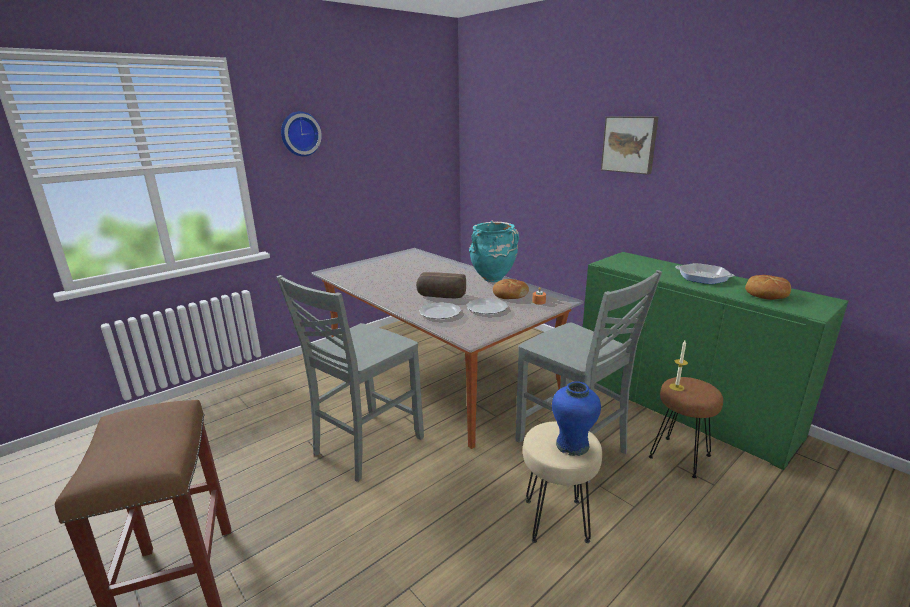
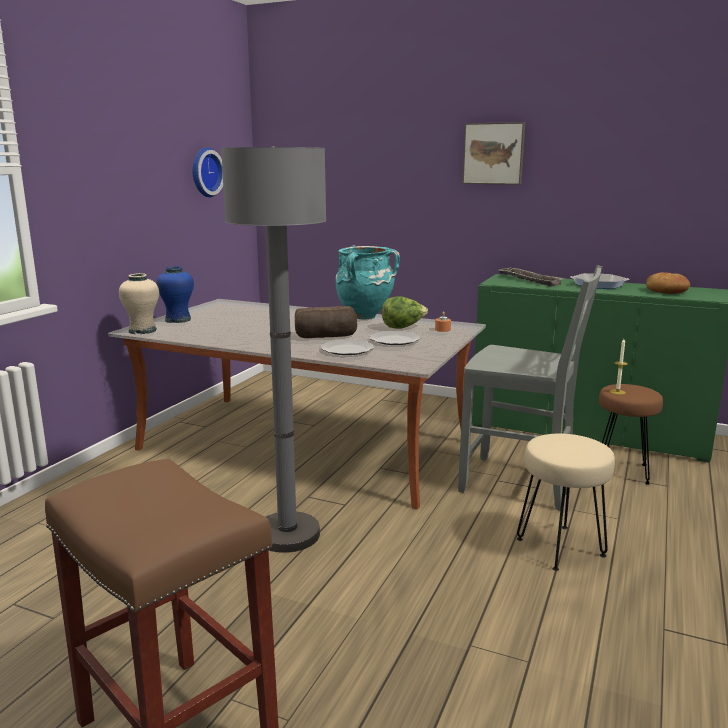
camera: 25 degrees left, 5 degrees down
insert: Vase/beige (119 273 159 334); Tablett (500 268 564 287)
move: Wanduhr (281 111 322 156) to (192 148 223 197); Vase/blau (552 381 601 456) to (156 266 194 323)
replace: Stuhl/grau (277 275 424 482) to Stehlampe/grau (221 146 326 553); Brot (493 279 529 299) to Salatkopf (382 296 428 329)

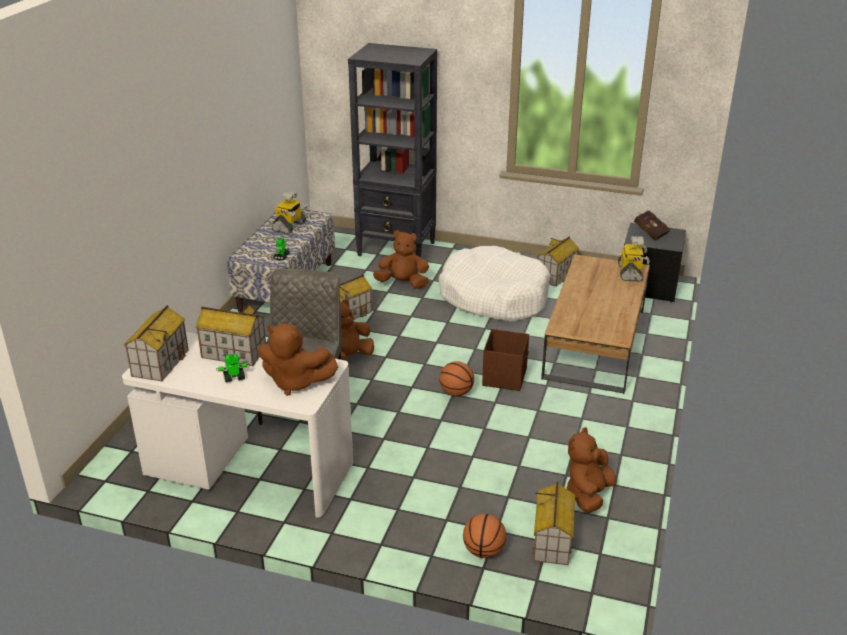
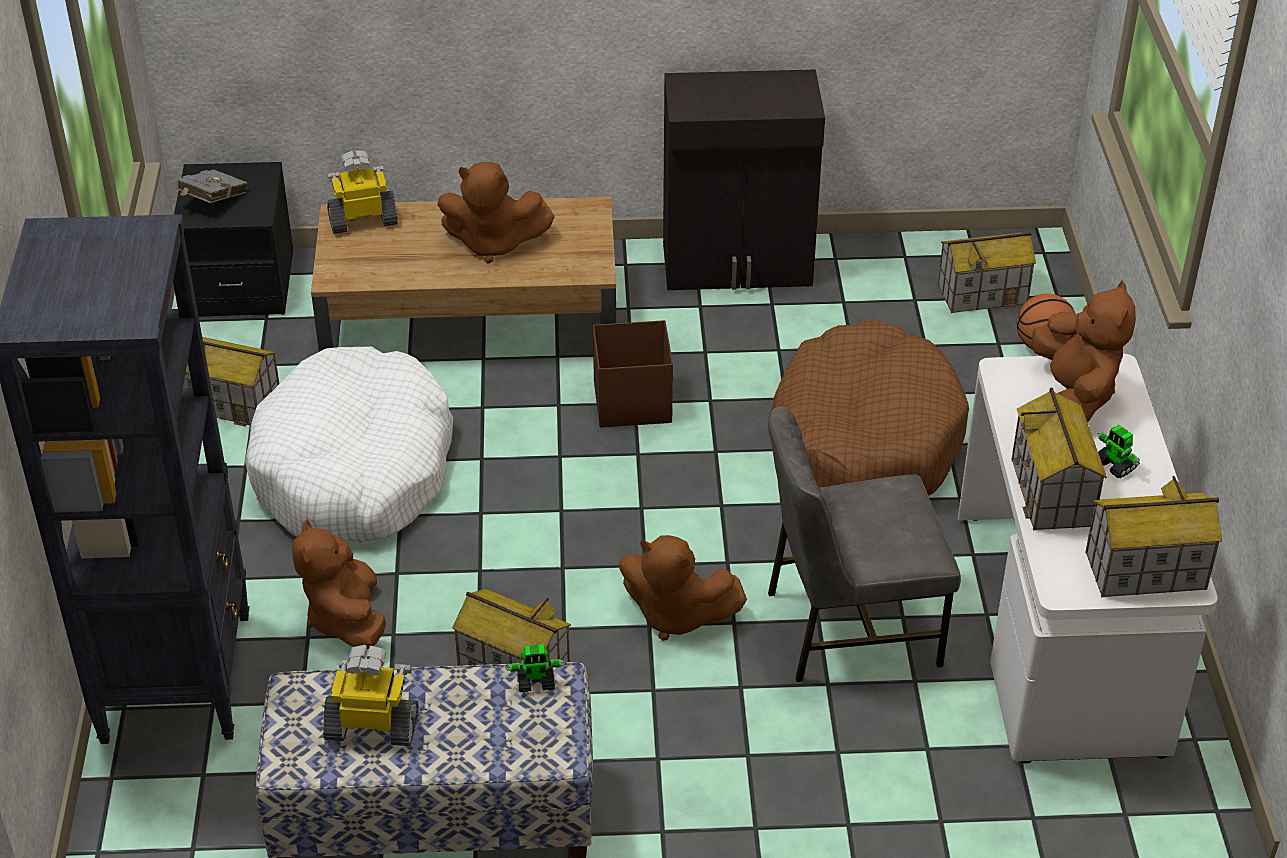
camera: 110 degrees left, 10 degrees up
delete: Basketball (439 361 474 396)
insert: Schrank/schwarz (663 69 825 290); Hundebett/braun (771 320 969 496)
move: Plüschtier/braun (566 427 616 513) to (437 162 555 263)
recolor: Buch/rot (634 210 670 241) to Buch/grau (176 170 248 203)

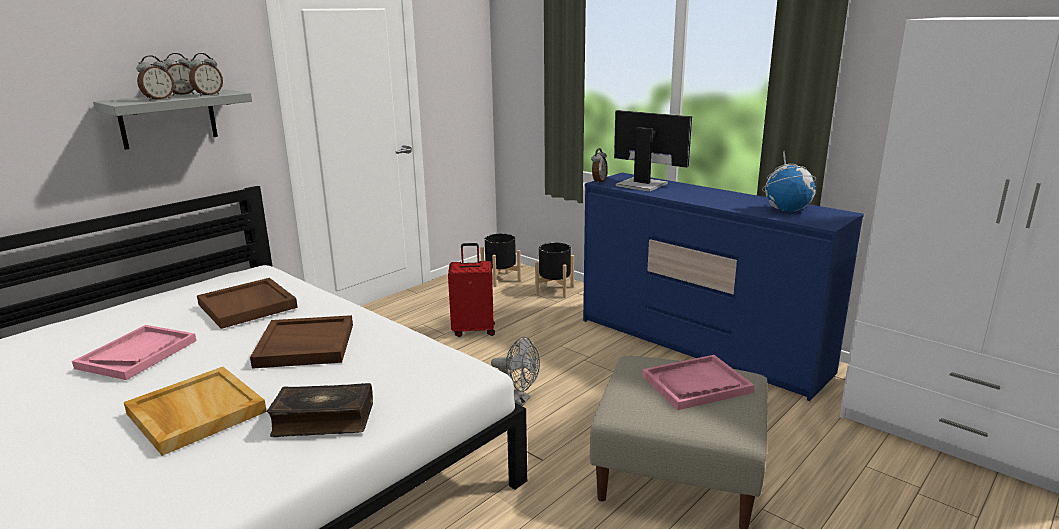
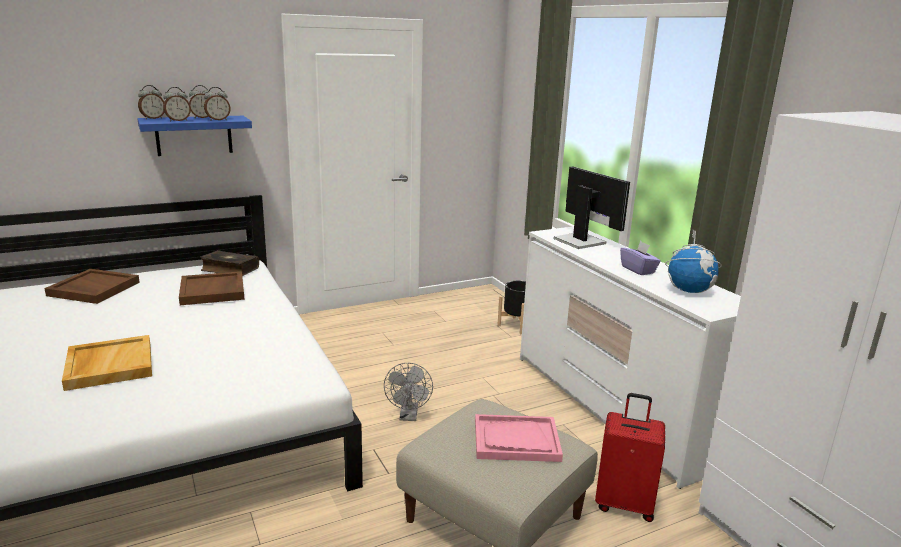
camera: 20 degrees right, 0 degrees up
delete: Tablett/rosa (72 325 197 380); Pflanzkübel/schwarz (480 234 521 287)
insert: Taschentuchbox/lila (620 241 661 275)
move: Tablett/braun (250 315 353 369) to (44 269 140 304); Buch (267 383 373 437) to (200 250 259 276); Koffer/rot (448 243 495 337) to (595 393 665 522); Wecker (591 148 608 184) to (138 85 164 119)
recolor: Wandregal/grau (93 89 252 150) to Wandregal/blau (137 116 252 156); Kommode/blau (583 173 864 401) to Kommode/weiß (520 226 741 489)
rotate: Ventilator/grau (491 337 540 406) = (384 363 433 421) 45 degrees clockwise

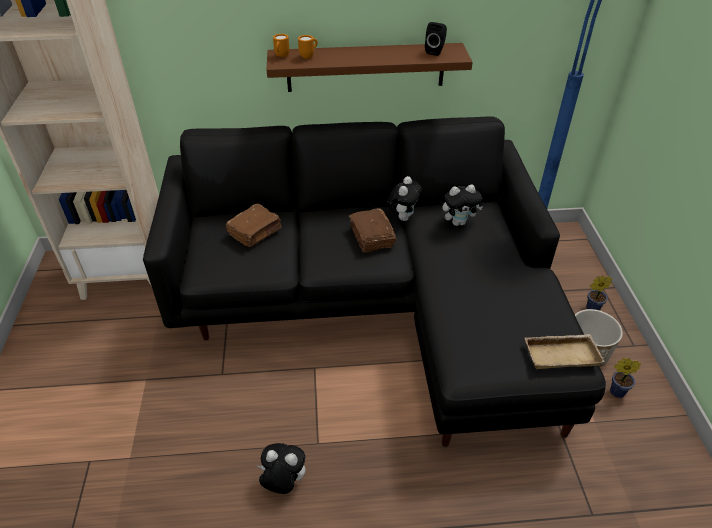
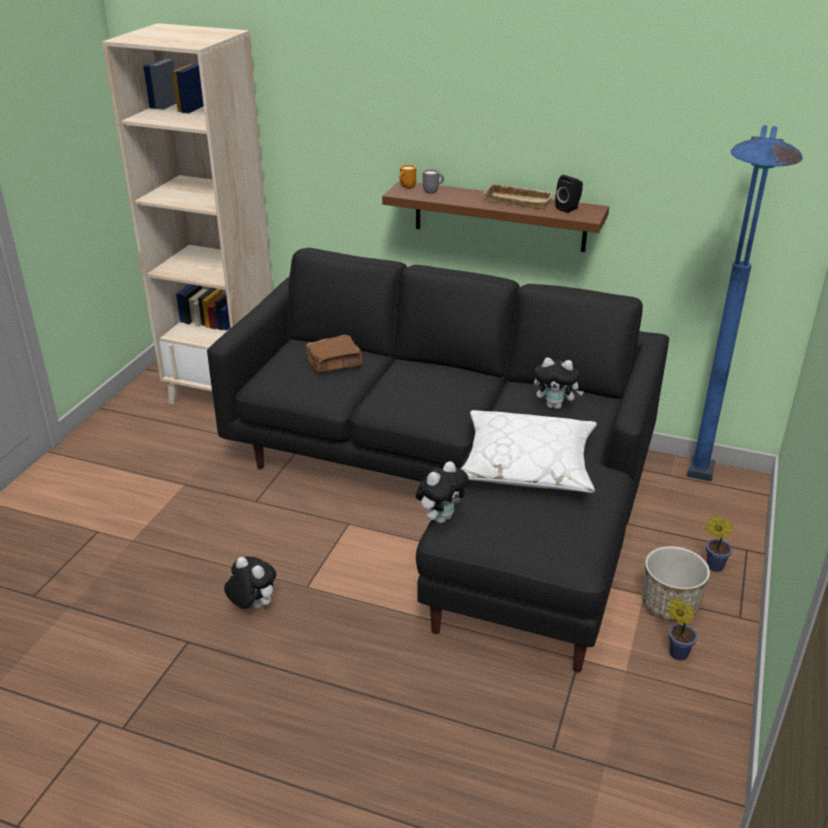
camera: 25 degrees right, 10 degrees down
delete: Buch/braun (349 208 396 253)
insert: Kissen/weiß (461 410 597 493)
move: Plüschtier (386 176 422 221) to (416 461 469 523); Tablett/beige (524 334 605 369) to (483 183 554 209)
recolor: Henkelbecher/orange (298 35 318 59) to Henkelbecher/grau (423 169 444 194)

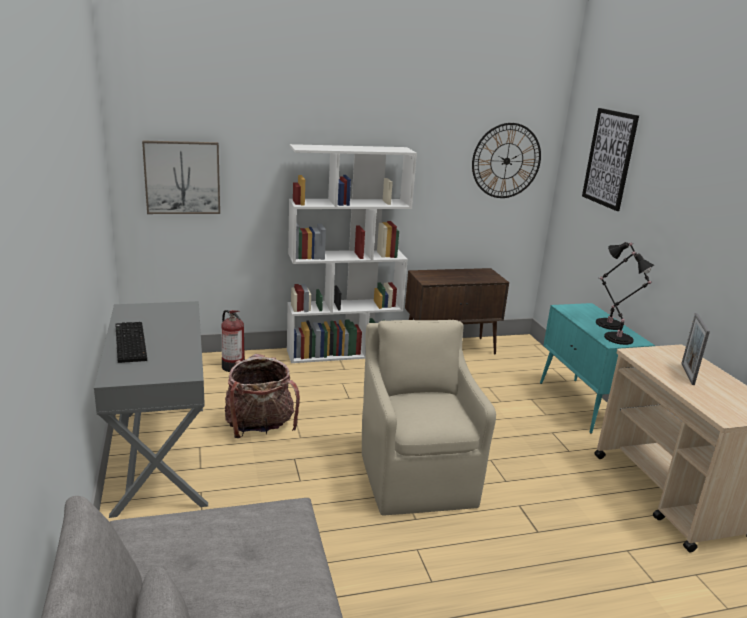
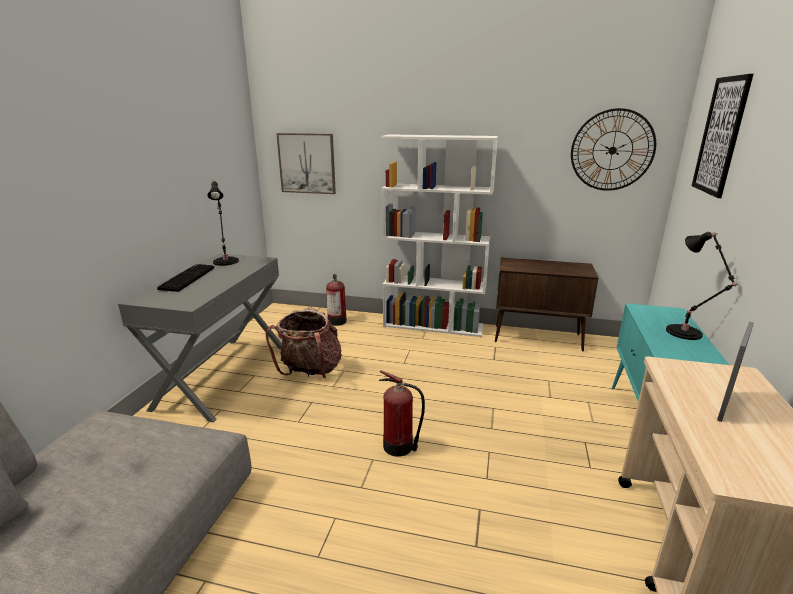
camera: 30 degrees right, 0 degrees up
move: Tischlampe/schwarz (600 252 654 345) to (207 180 239 266)
replace: Sessel/beige (362 320 496 516) to Feuerlöscher (379 370 425 457)

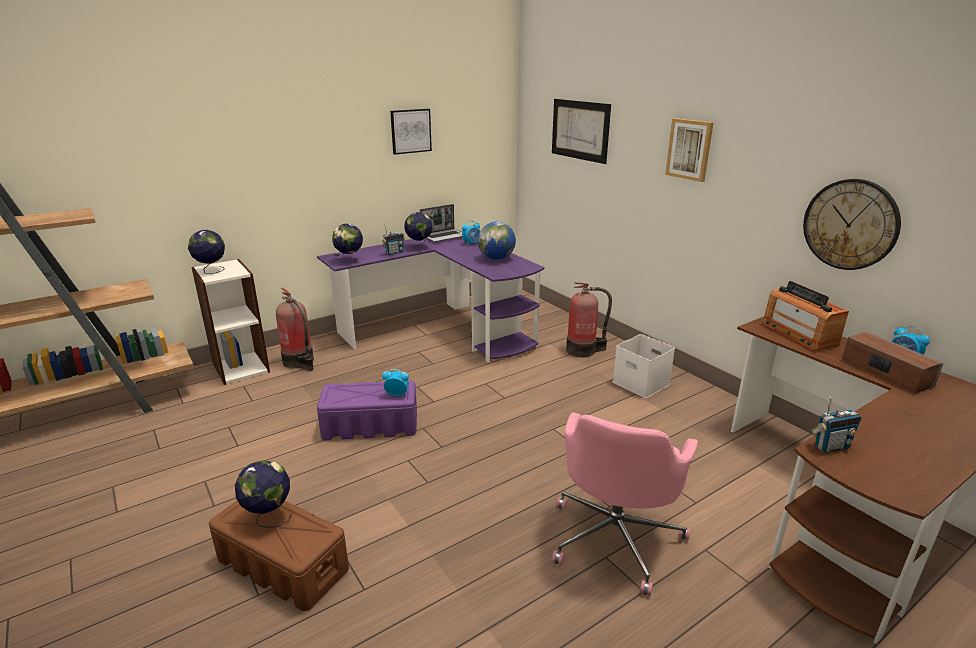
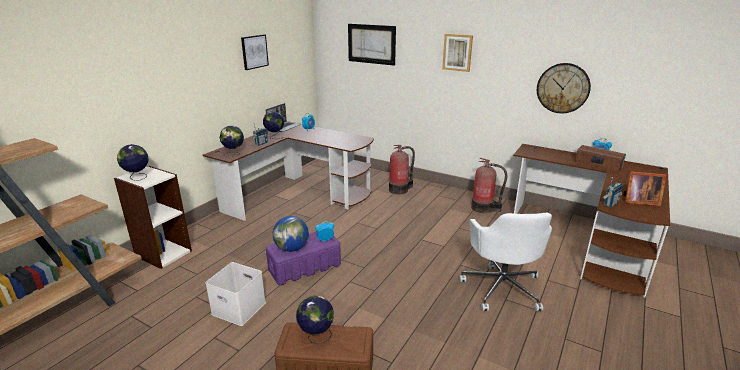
camera: 25 degrees left, 0 degrees up
delete: Radio (762 281 849 351)
insert: Bilderrahmen (623 171 666 206)
move: Feuerlöscher (276 288 314 371) to (471 158 507 213); Globus (478 222 516 260) to (273 216 309 252); Aufbewahrungsbox/weiß (613 334 675 398) to (205 262 266 326)
recolor: Schreibtisch/lila (317 230 545 363) to Schreibtisch/braun (203 124 374 221); Bürostuhl/rosa (552 413 698 596) to Bürostuhl/weiß (459 212 552 311)

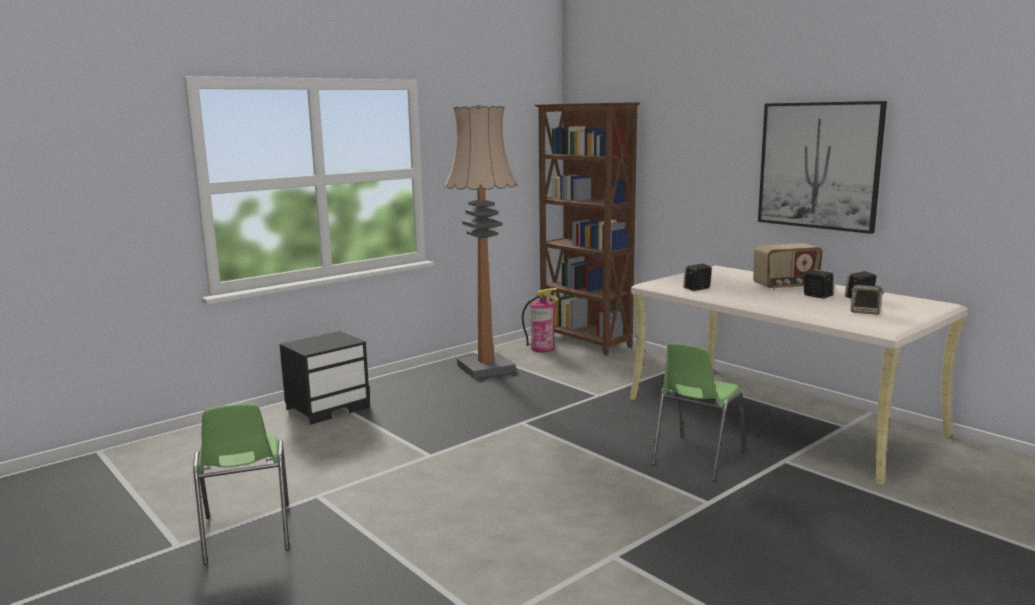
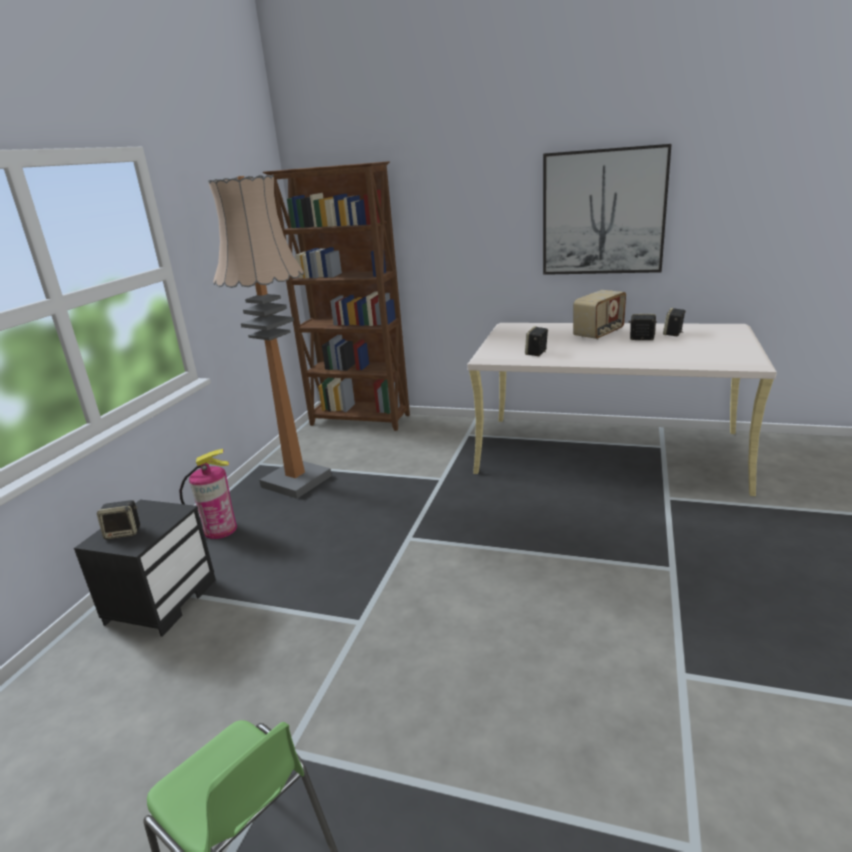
camera: 30 degrees left, 10 degrees up
delete: Stuhl/grün (651 343 745 481)
move: Feuerlöscher (522 288 559 353) to (179 449 237 539); Lautsprecher (851 284 884 315) to (97 500 140 539)

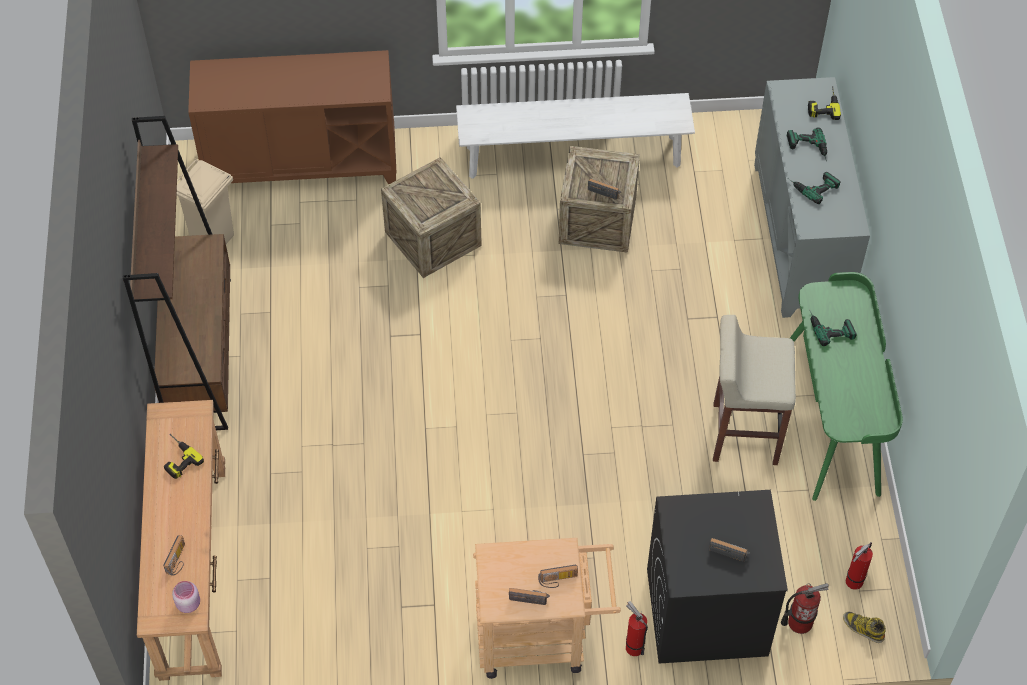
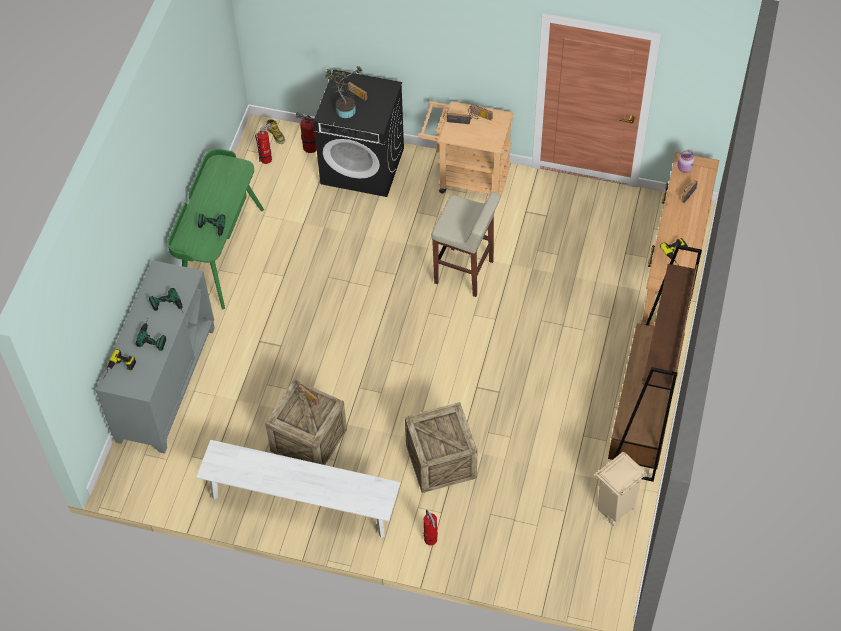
camera: 160 degrees left, 0 degrees up
delete: Schrank/braun (188 50 397 184)
insert: Topfpflanze (325 66 362 118)
move: Feuerlöscher (626 601 648 656) to (424 510 438 546); Hocker/beige (713 315 796 465) to (431 192 501 297)

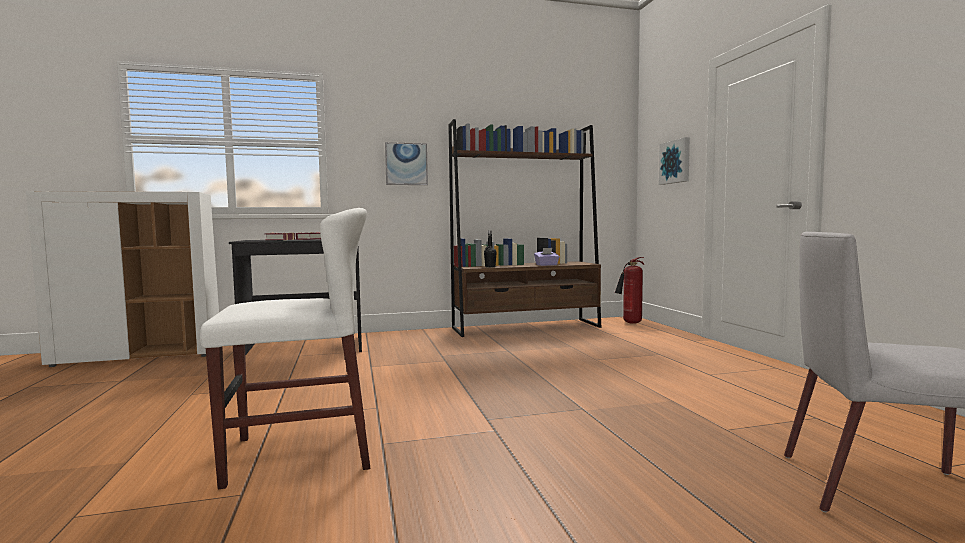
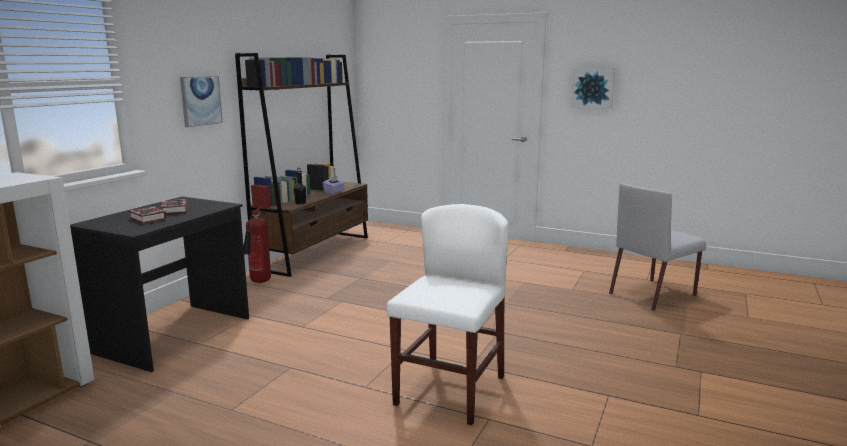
camera: 50 degrees left, 10 degrees up
move: Feuerlöscher (615 257 644 324) to (243 206 271 283); Bild (659 137 690 185) to (571 68 615 109)

